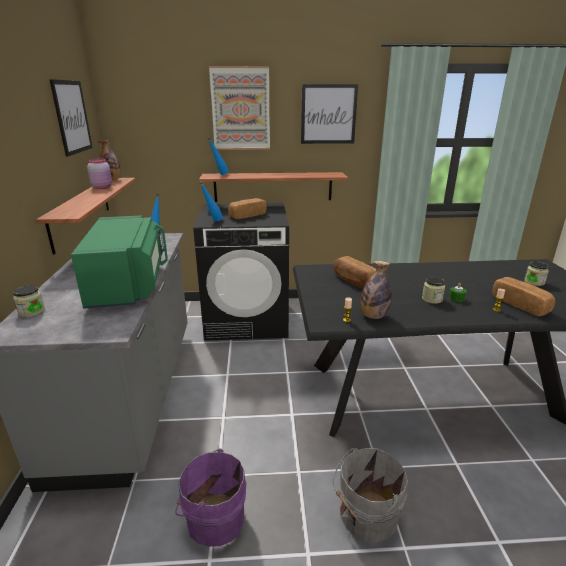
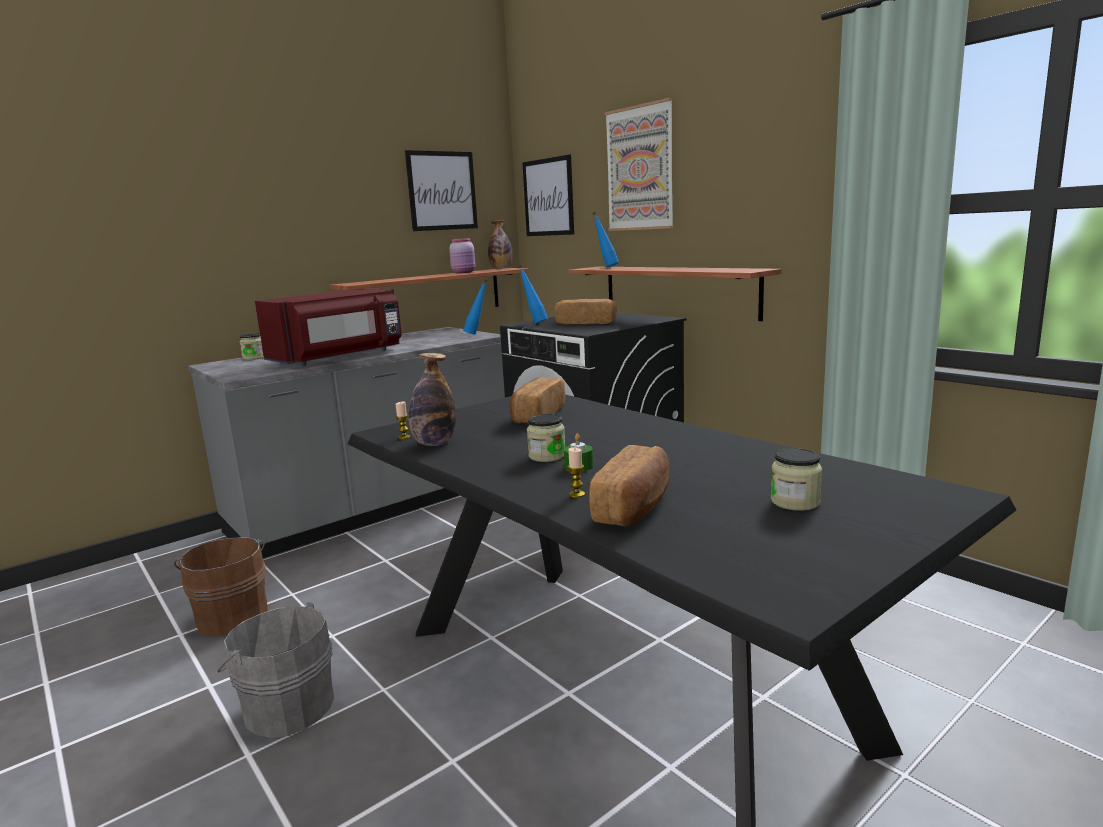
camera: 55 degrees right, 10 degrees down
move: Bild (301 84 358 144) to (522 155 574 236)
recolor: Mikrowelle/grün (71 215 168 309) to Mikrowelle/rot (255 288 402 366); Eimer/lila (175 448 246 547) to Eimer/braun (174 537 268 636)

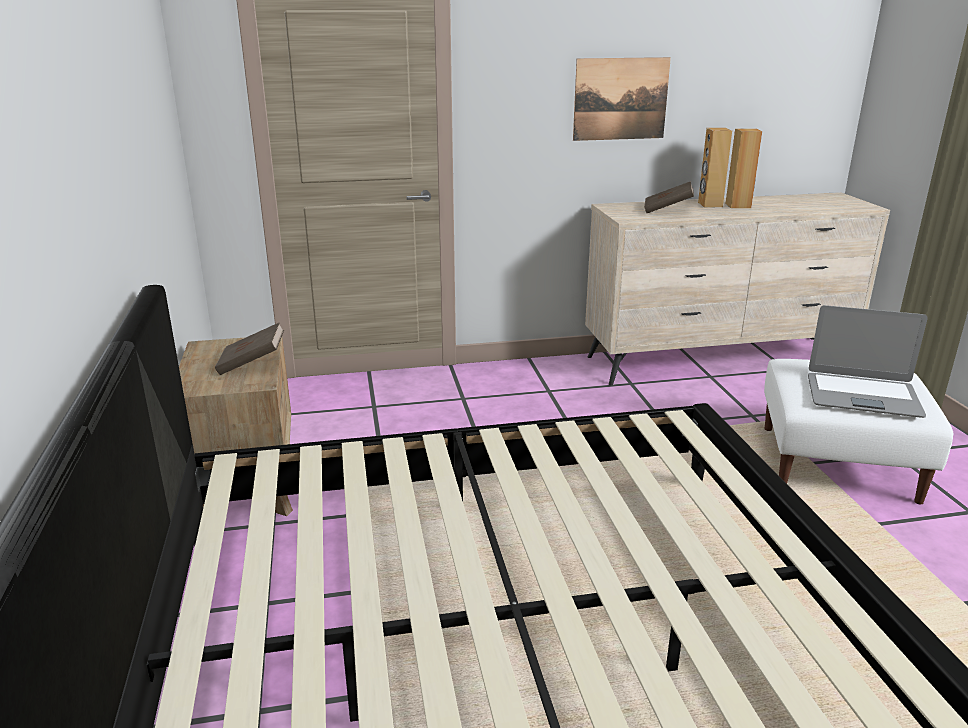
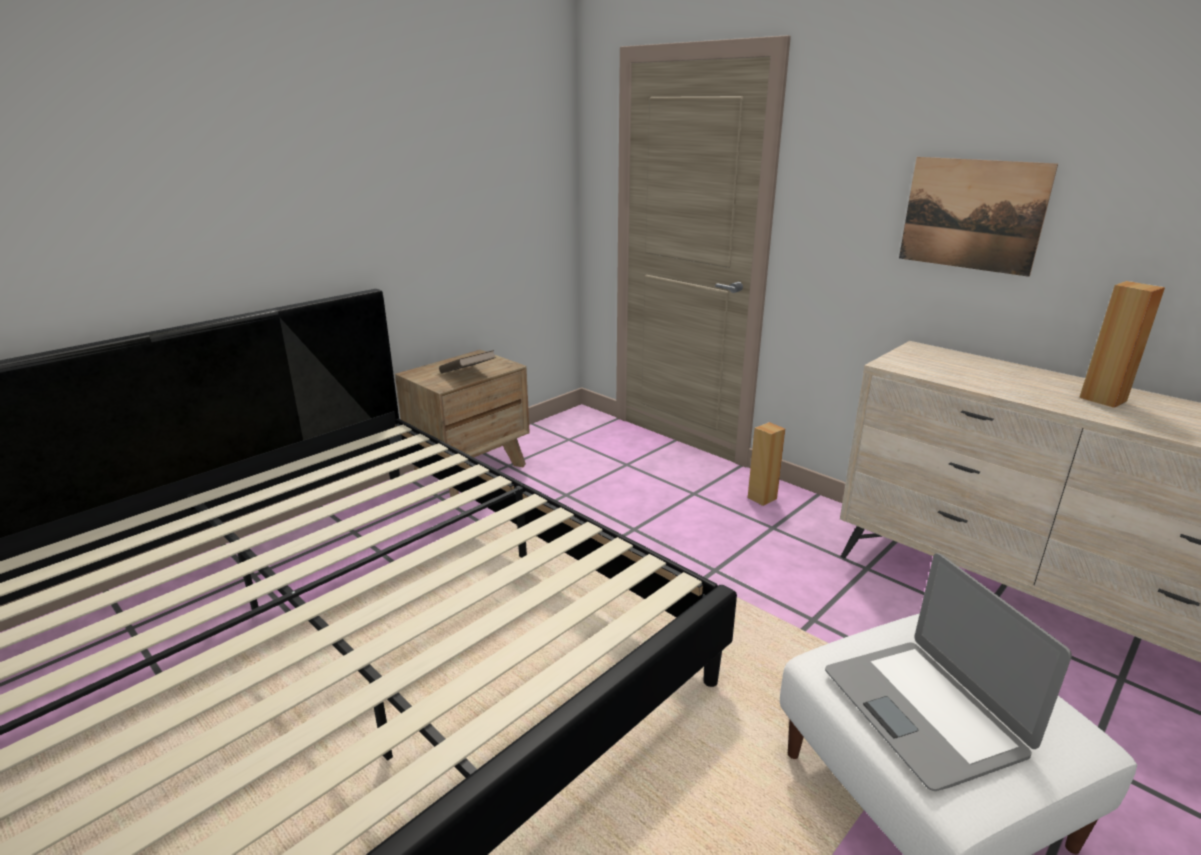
camera: 55 degrees right, 0 degrees up
delete: Buch/braun (644 181 694 213)
move: Lautsprecher/braun (698 128 732 208) to (748 422 785 506)

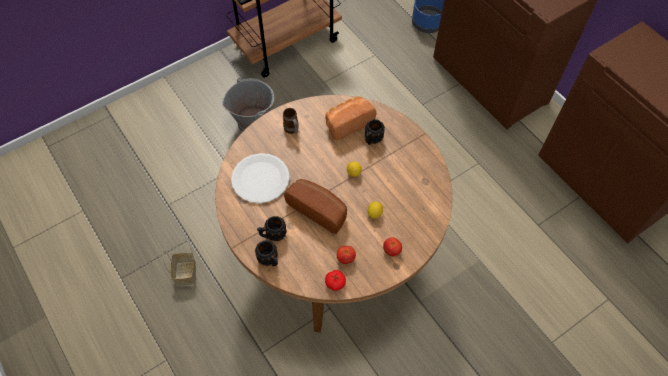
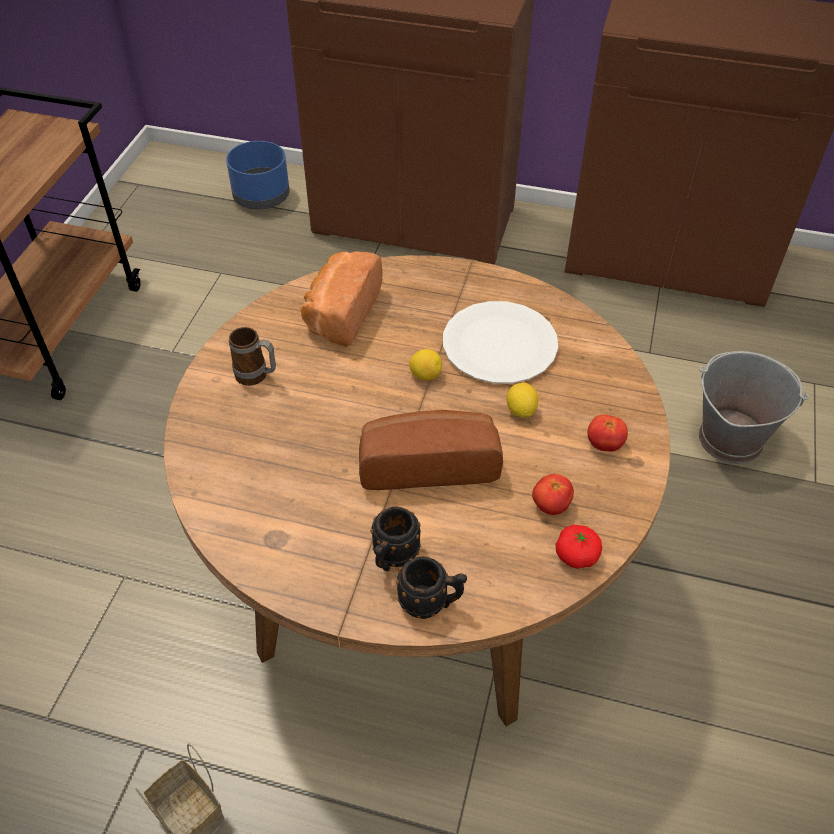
camera: 40 degrees left, 10 degrees down
delete: Henkelbecher/schwarz (365 119 385 145)
move: Eimer/grau (222 78 274 132) to (699 351 809 464); Teller/weiß (231 153 290 203) to (443 301 558 384)

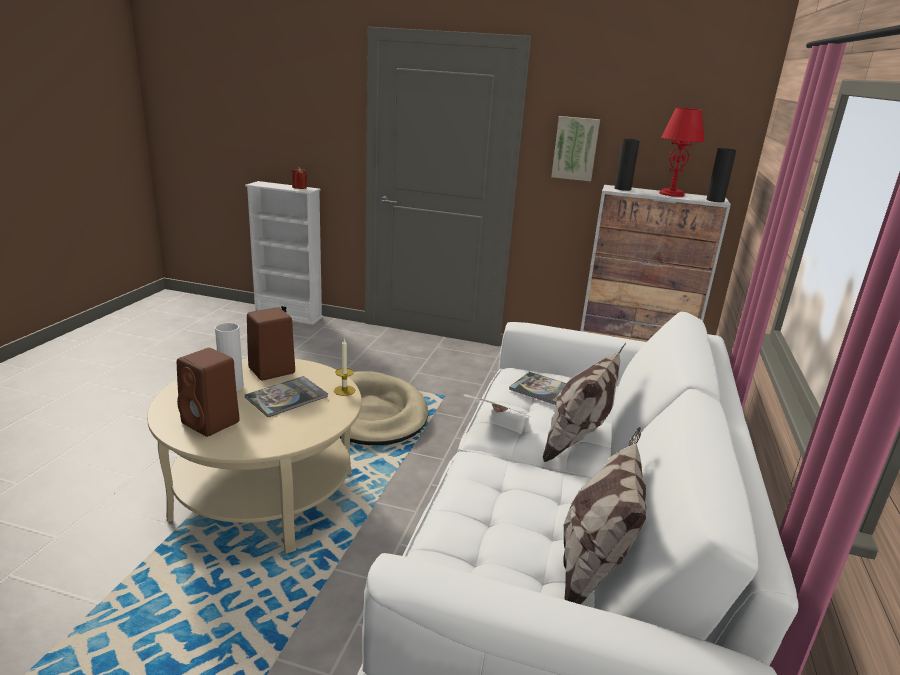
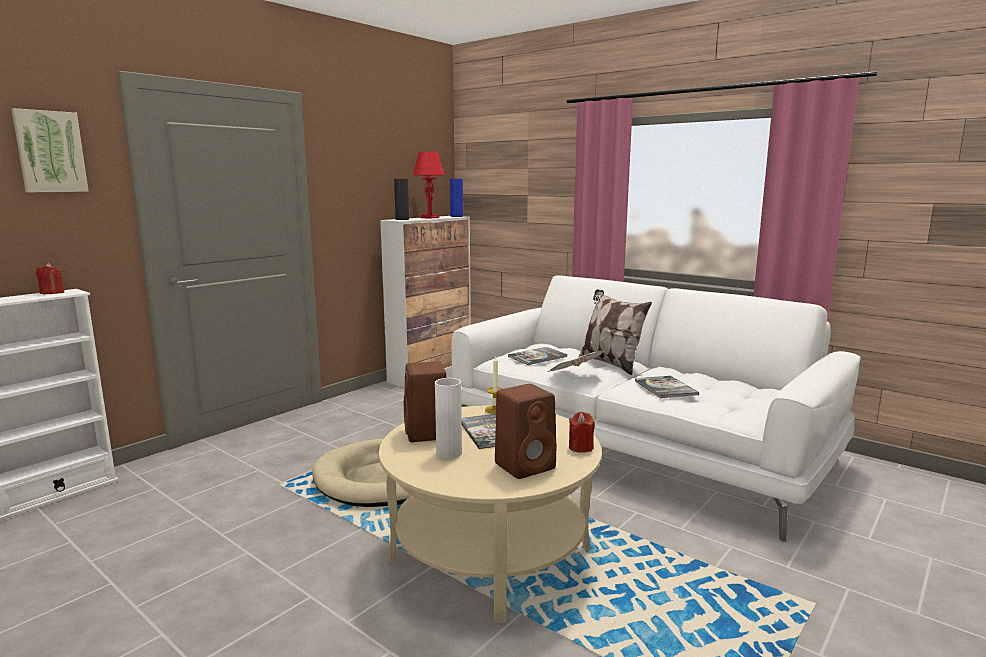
camera: 65 degrees left, 10 degrees down
delete: Kissen (564 427 646 604)
insert: Kerze/rot (569 412 595 453); Buch (635 376 699 398)
move: Bild (551 116 600 181) to (12 108 89 192)
recolor: Vase/schwarz (707 148 736 202) to Vase/blau (450 179 463 217)

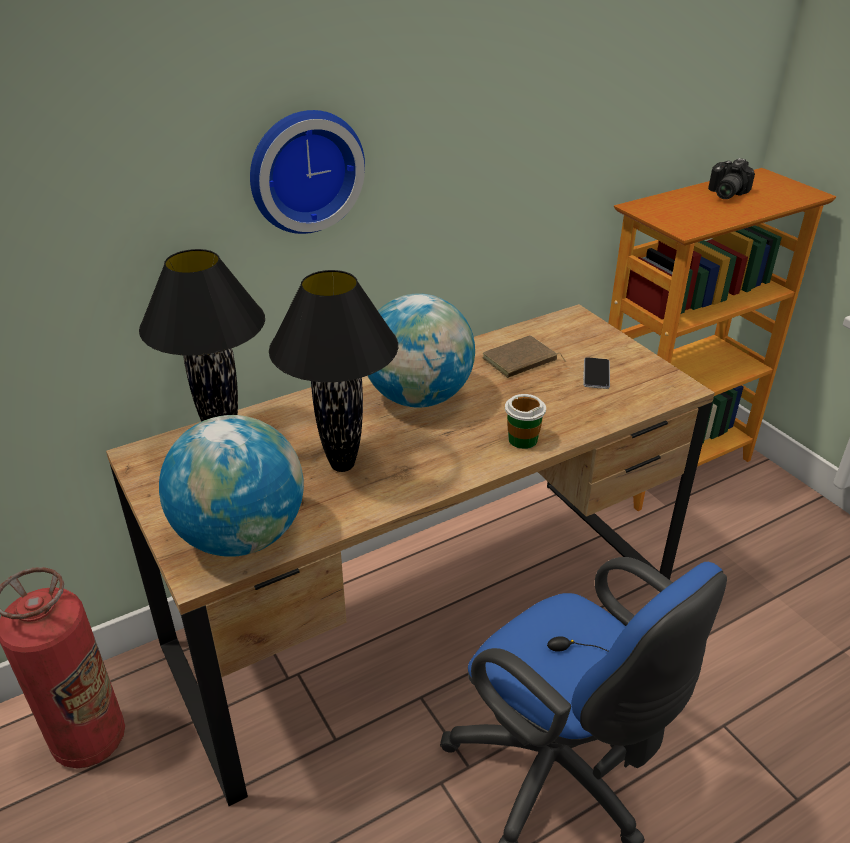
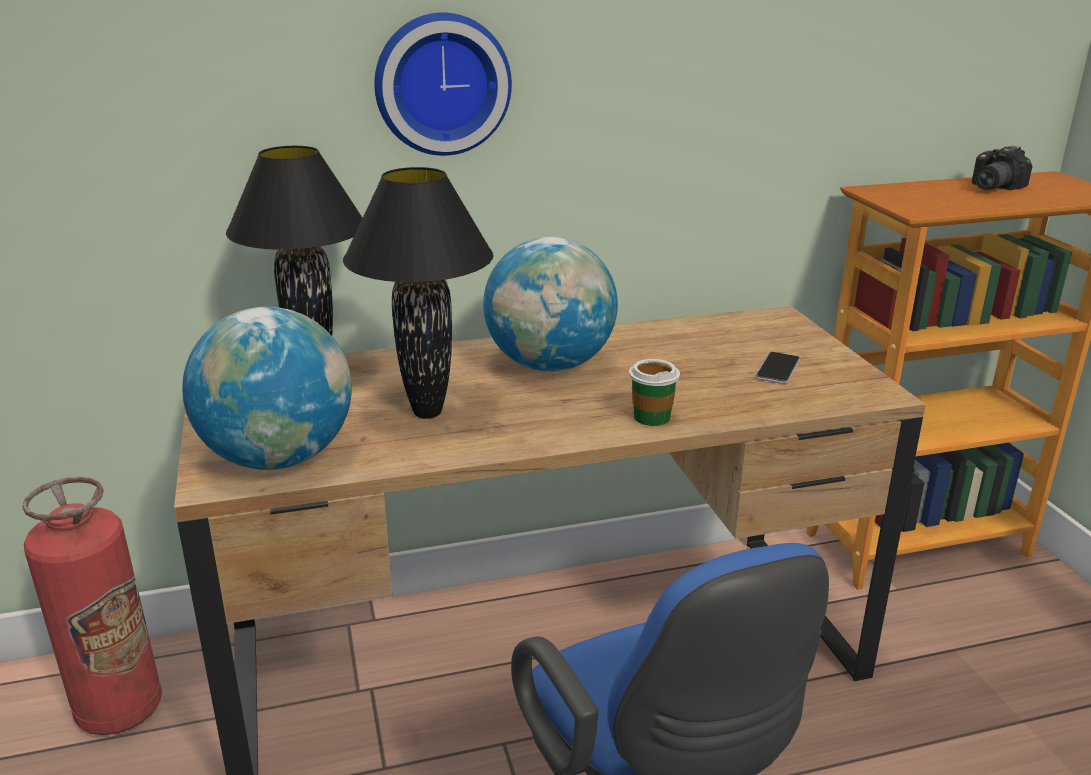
camera: 15 degrees right, 10 degrees down
delete: Buch/braun (483 335 566 378)

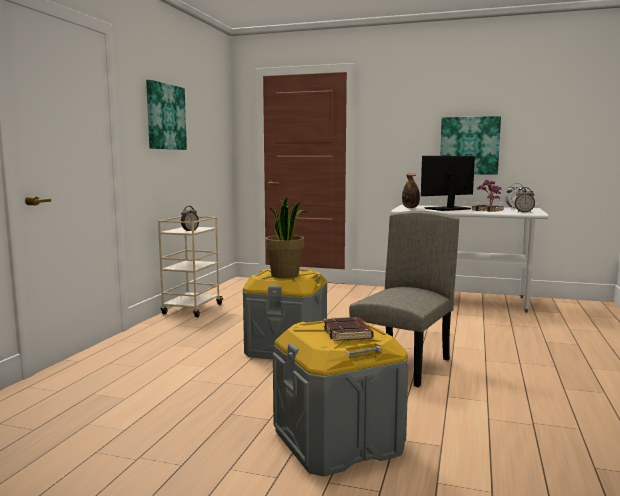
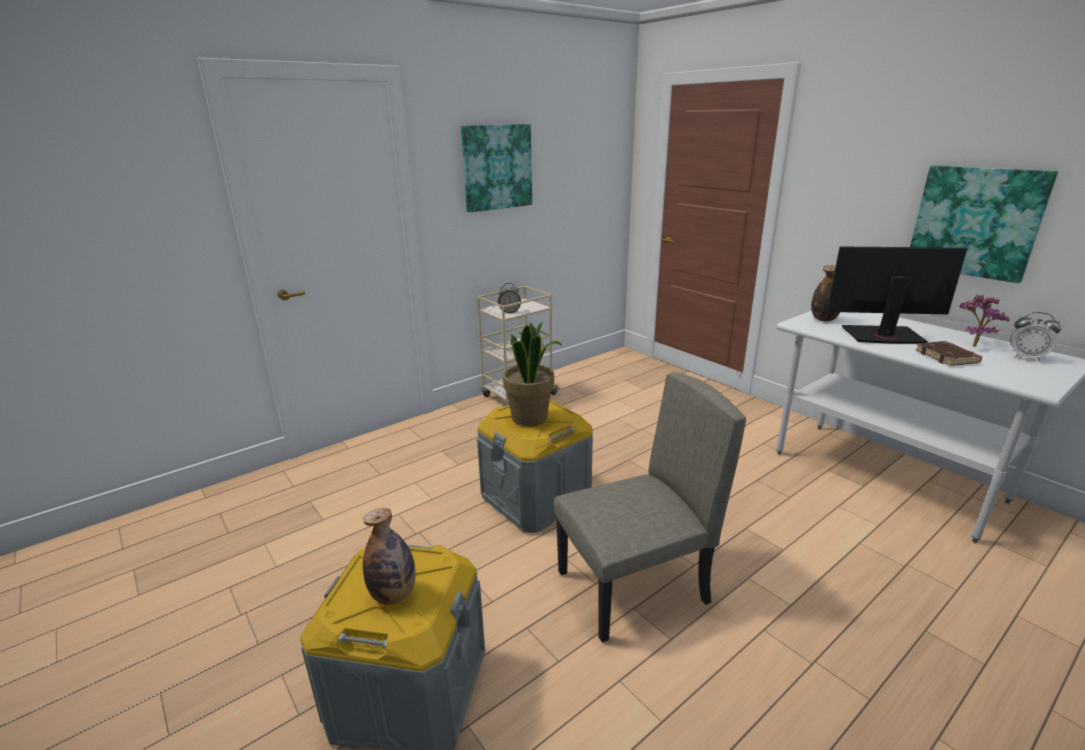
camera: 35 degrees right, 15 degrees up
delete: Wecker (514 187 535 213)
replace: Buch/braun (323 317 374 341) to Flasche (363 508 415 605)

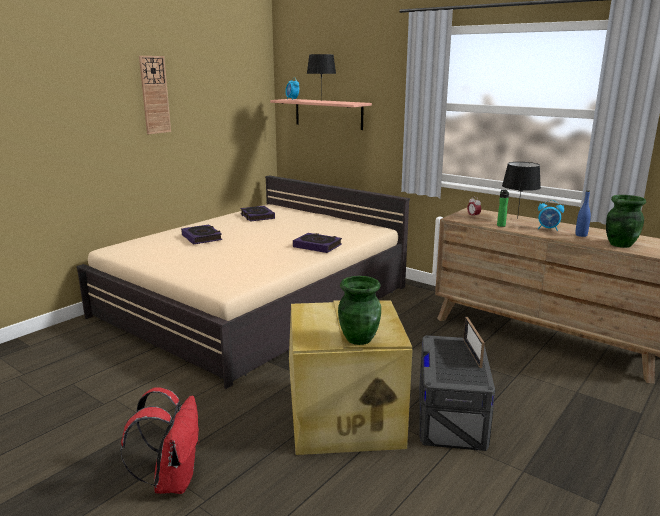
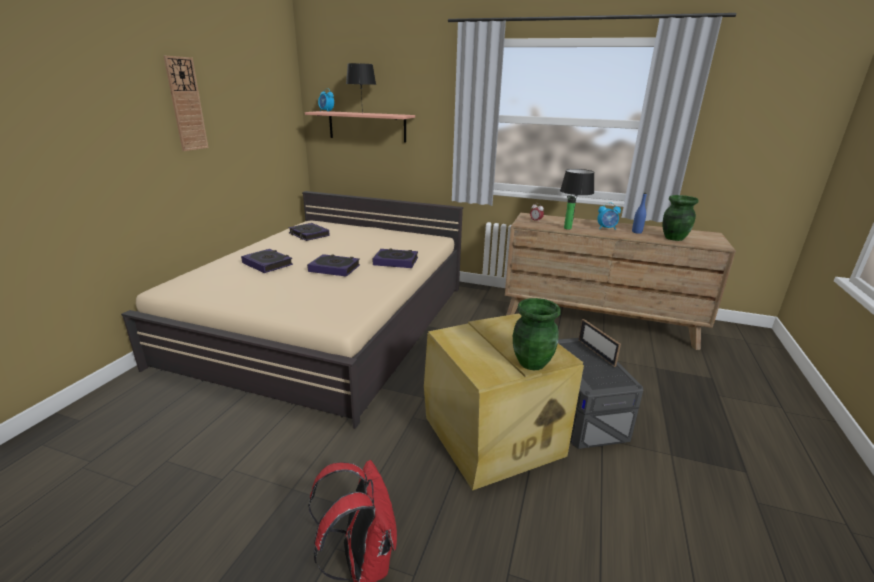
camera: 20 degrees left, 5 degrees up
insert: Buch (307 254 360 277)

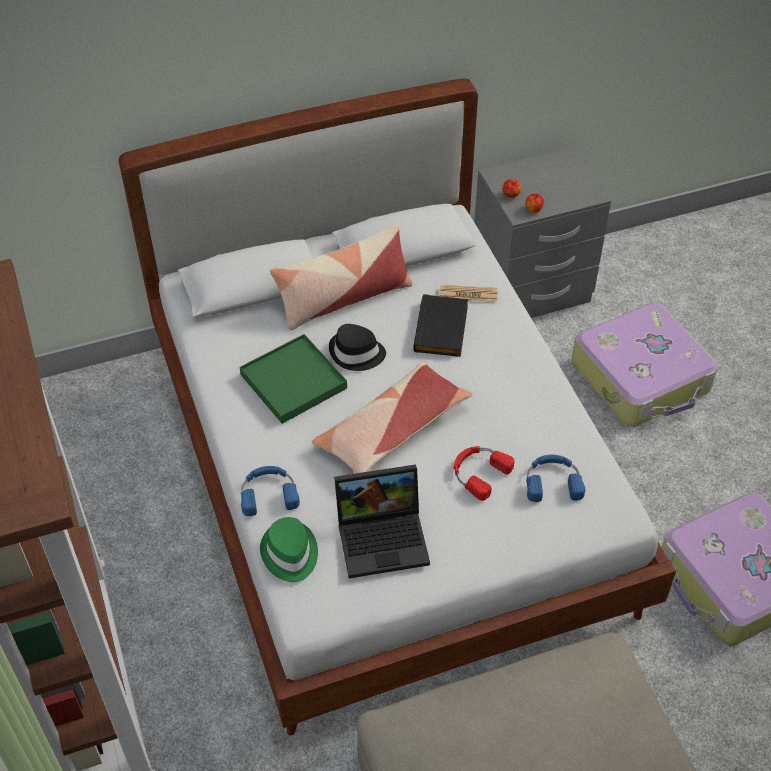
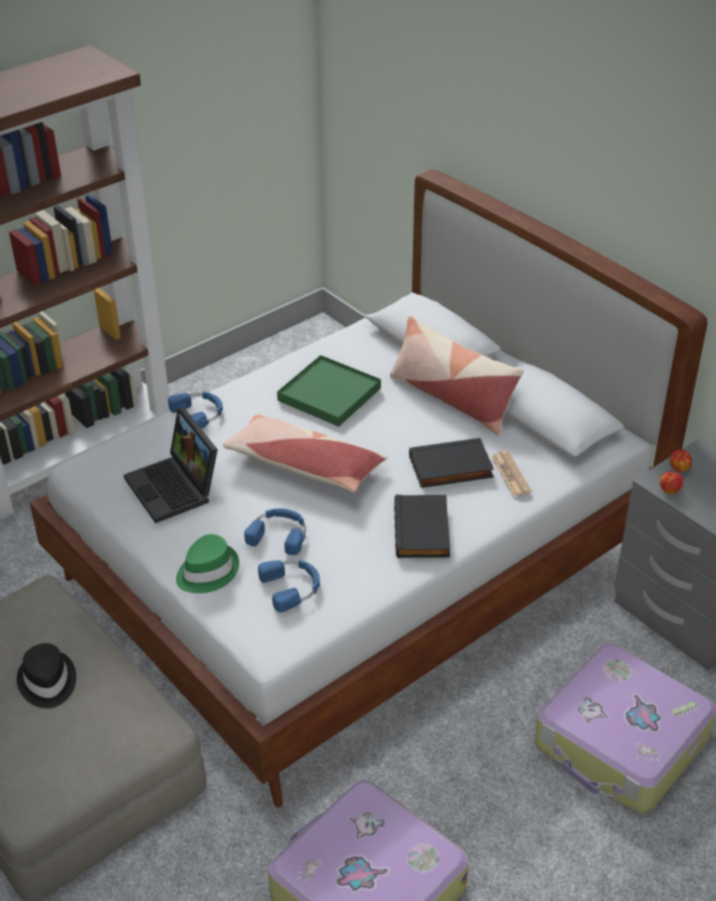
camera: 70 degrees right, 10 degrees down
insert: Buch/schwarz (394 495 450 558)
move: Hut/grün (260 517 318 582) to (176 534 239 593); Hut/schwarz (329 324 386 371) to (17 643 76 709)
recolor: Kopfhörer/rot (454 446 514 501) to Kopfhörer/blau (244 508 306 555)

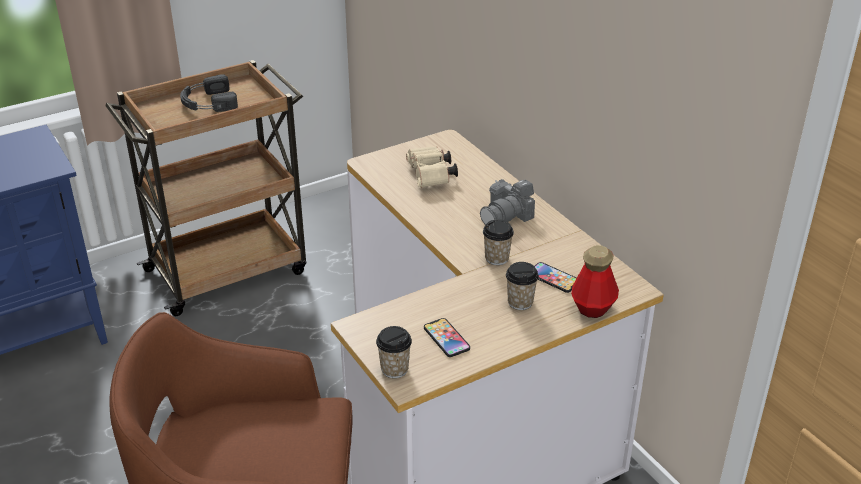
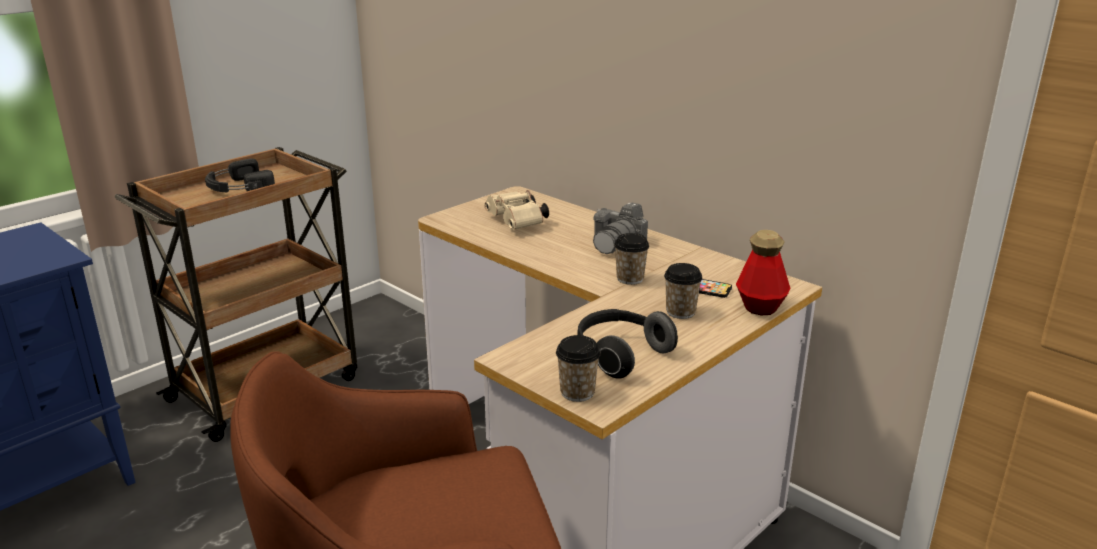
camera: 15 degrees left, 10 degrees down
replace: Handy (424 318 470 357) to Kopfhörer (577 309 678 379)

